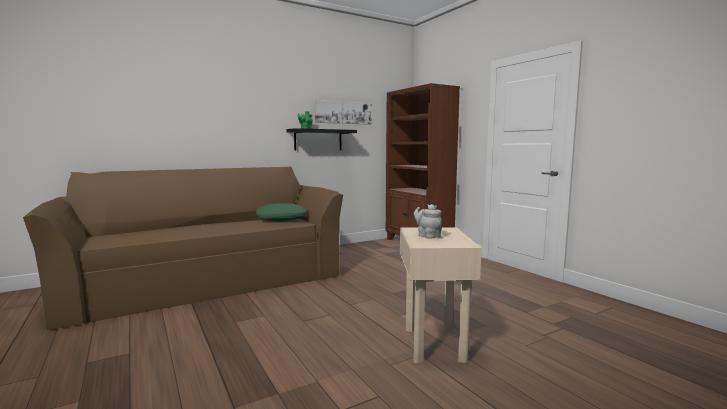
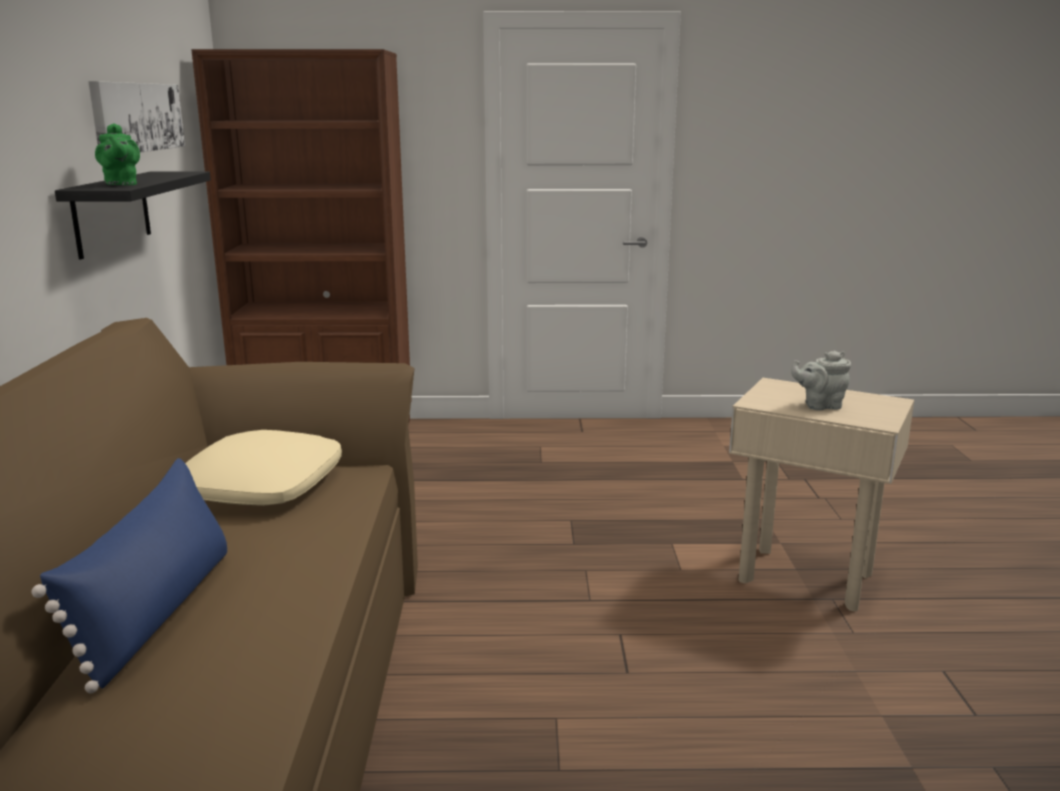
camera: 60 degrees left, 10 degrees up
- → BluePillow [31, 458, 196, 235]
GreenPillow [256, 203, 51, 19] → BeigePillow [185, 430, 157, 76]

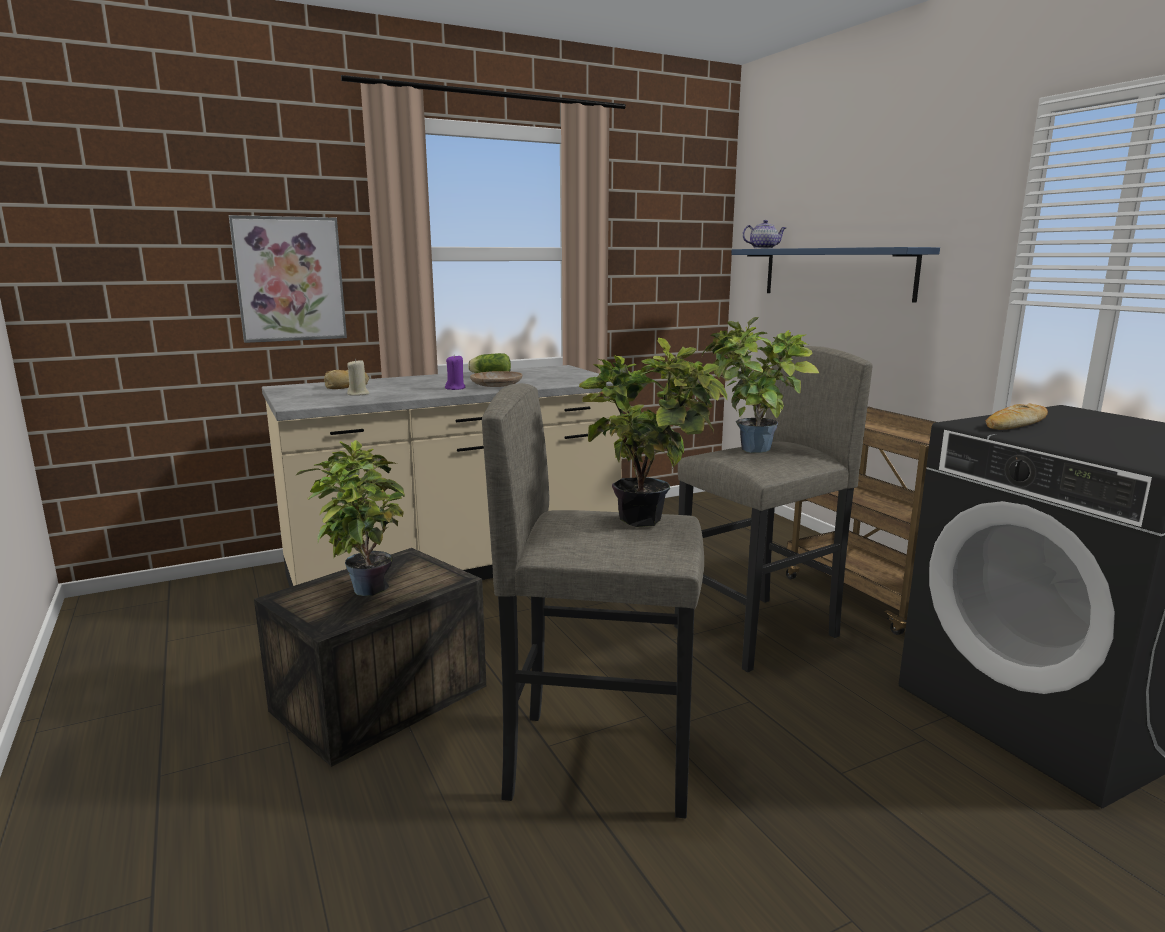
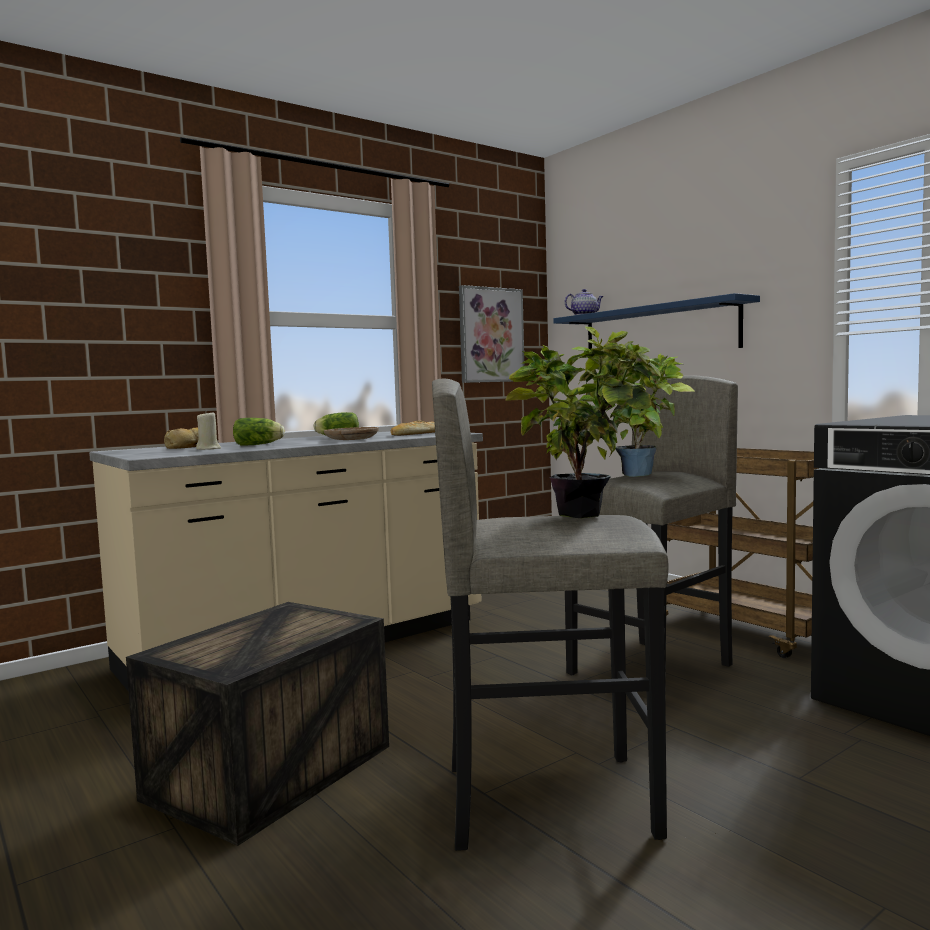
camera: 10 degrees left, 10 degrees down
- → Lettuce [233, 418, 52, 27]
Bread [986, 403, 62, 27] → Bread [390, 421, 45, 15], moved
Picture [229, 215, 118, 128] → Picture [459, 285, 65, 98], moved
PottedPlant [295, 440, 110, 156] → -
PurpleCandle [445, 354, 20, 36] → -

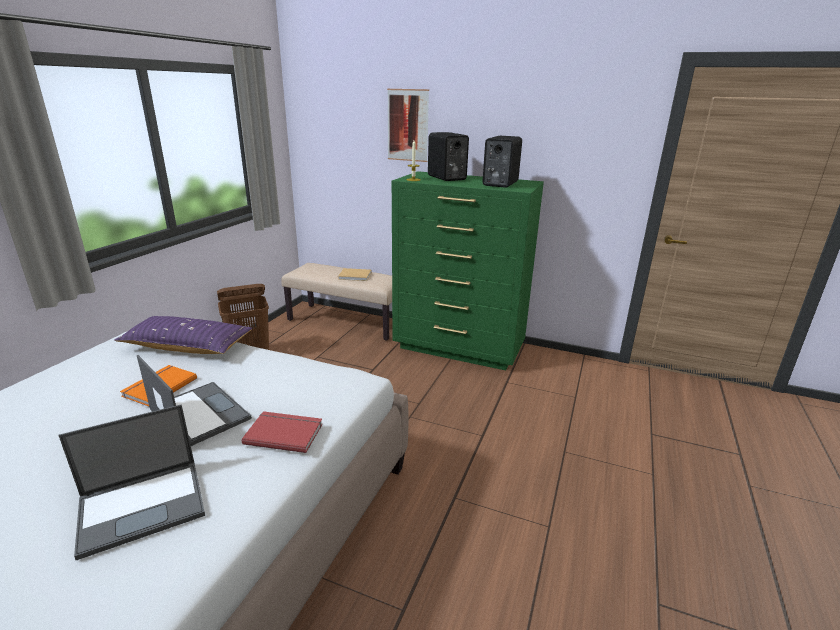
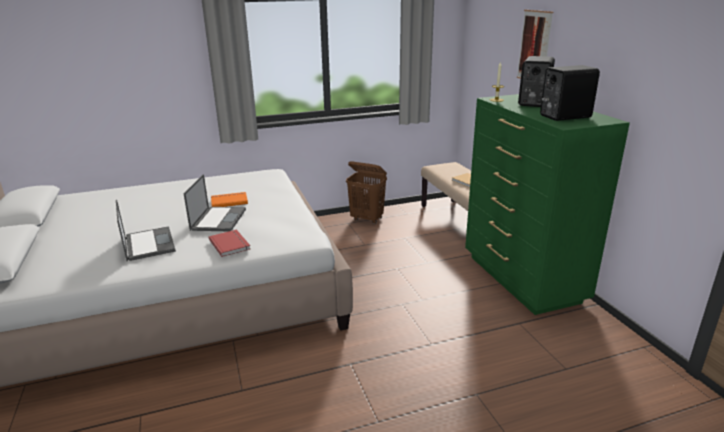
camera: 50 degrees right, 0 degrees up
Laptop [59, 404, 146, 156] → Laptop [116, 200, 60, 61], 135 degrees counterclockwise
PurplePillow [114, 316, 139, 38] → -

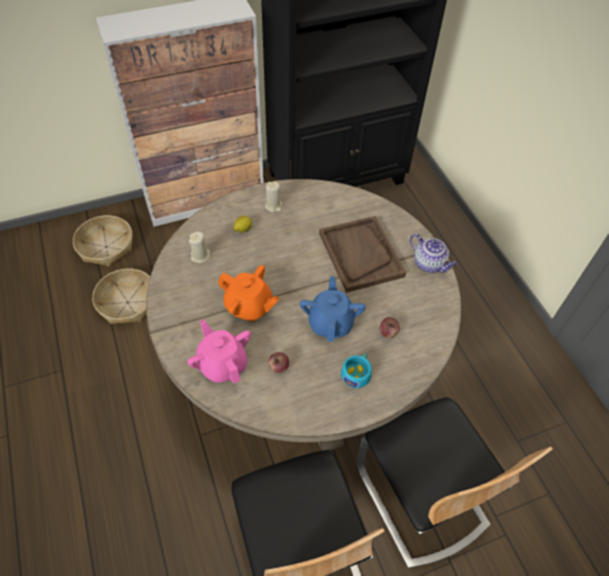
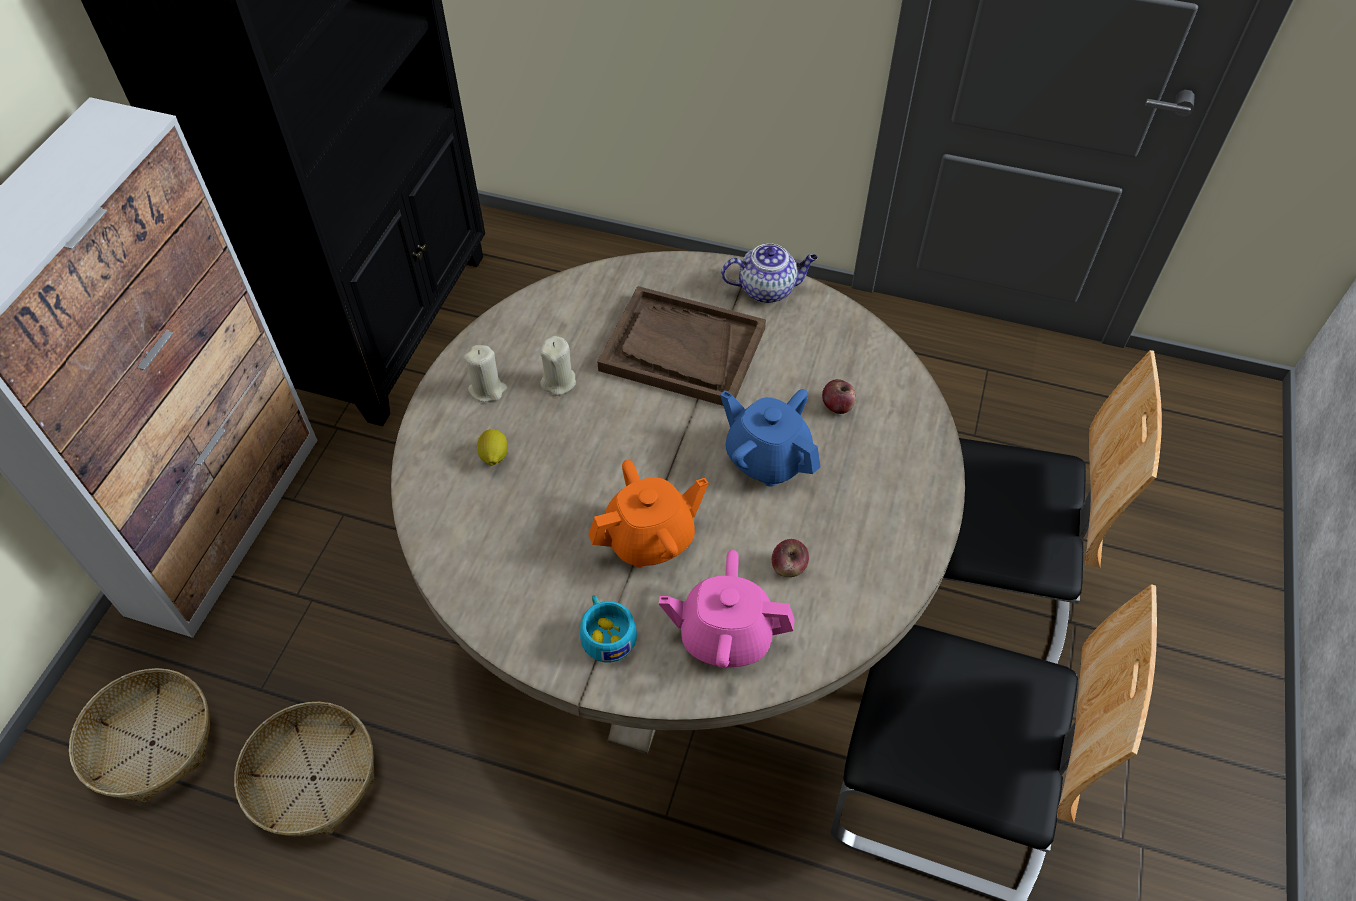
camera: 50 degrees left, 0 degrees up
BeigeCandle [189, 231, 22, 32] → BeigeCandle [540, 336, 36, 60], moved
TurquoiseCup [341, 353, 31, 35] → TurquoiseCup [580, 595, 57, 67], moved

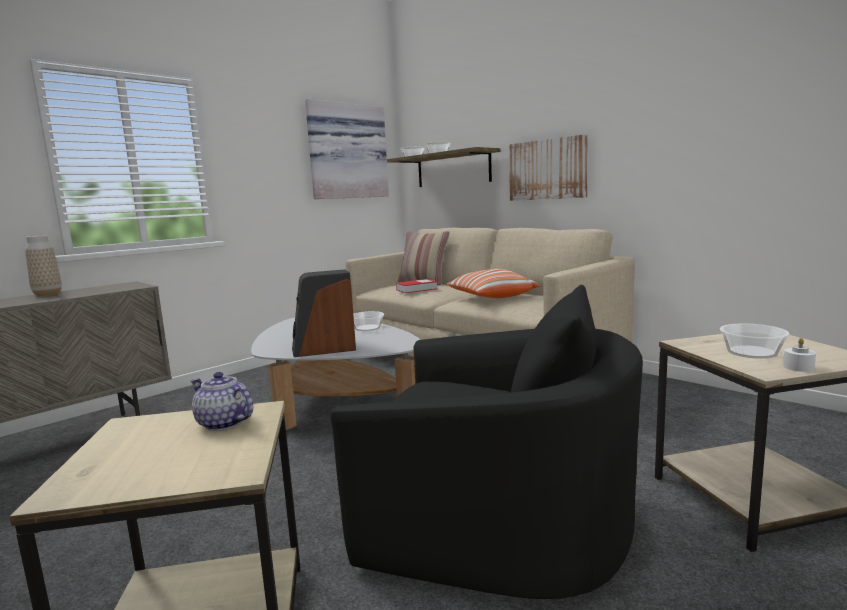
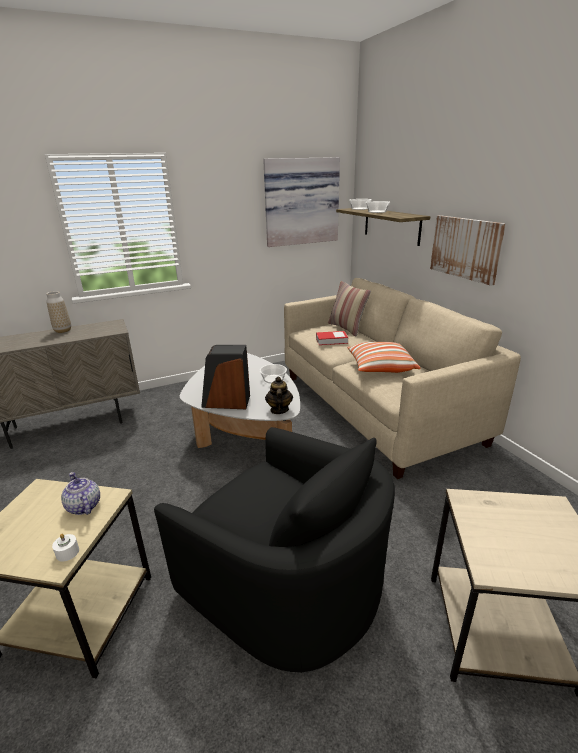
camera: 20 degrees right, 15 degrees up
WhiteCandle [783, 338, 33, 34] → WhiteCandle [52, 534, 27, 28], moved
- → Teapot [265, 377, 28, 37]
Bowl [720, 323, 70, 36] → -

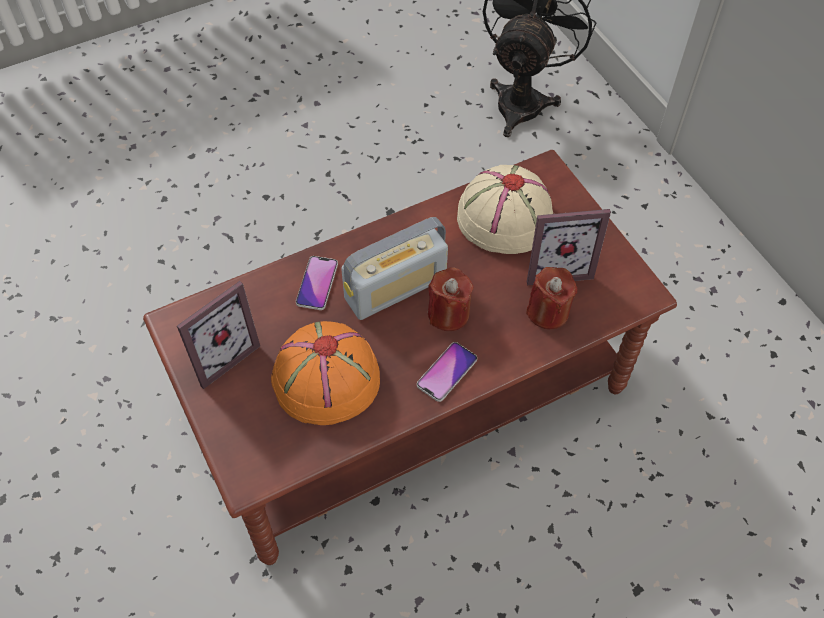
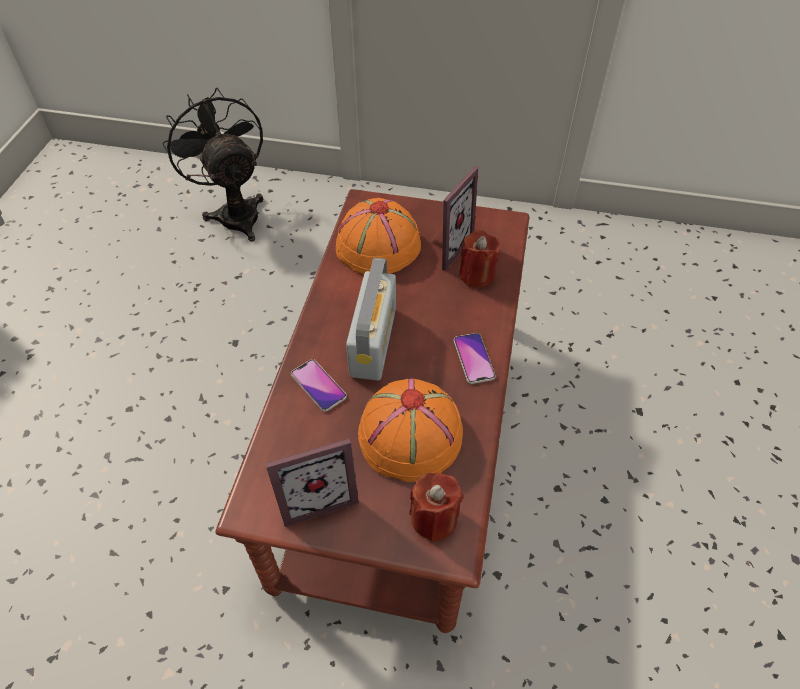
camera: 50 degrees left, 5 degrees down
PictureFrame [177, 281, 83, 108] → PictureFrame [265, 438, 94, 89], 75 degrees clockwise
BeigeHat [457, 165, 96, 89] → OrangeHat [336, 197, 85, 77]
RedCandle [428, 267, 45, 64] → RedCandle [409, 473, 55, 69], moved

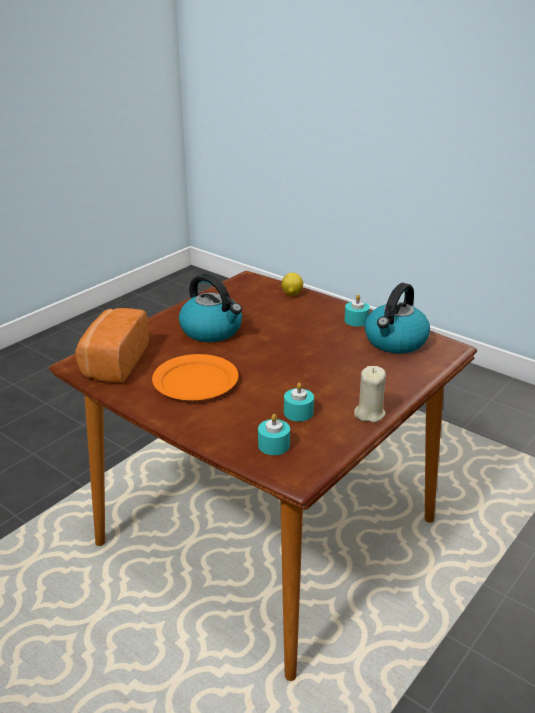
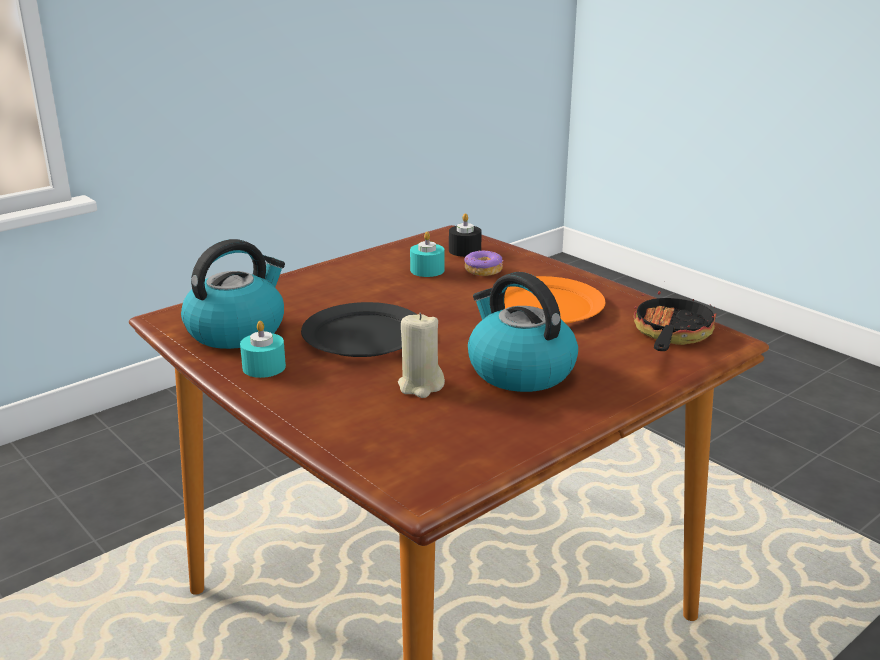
camera: 170 degrees left, 5 degrees down
- → BlackPlate [301, 302, 116, 55]
BeigeCandle [354, 366, 32, 56] → BeigeCandle [398, 313, 47, 85], moved
TurquoiseCandle [258, 414, 32, 41] → BlackCandle [449, 213, 33, 44]
- → Donut [464, 250, 39, 26]
Bread [75, 308, 74, 75] → FryingPan [634, 281, 82, 70]
Lemon [282, 273, 21, 23] → -

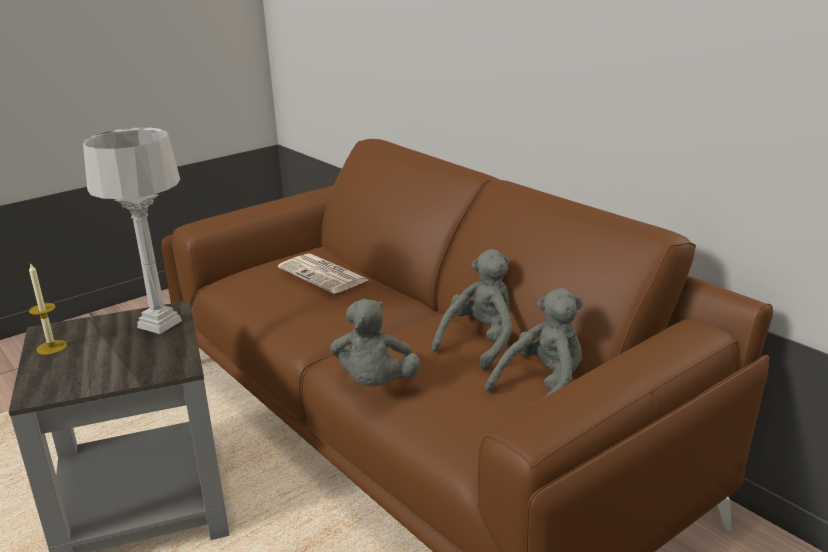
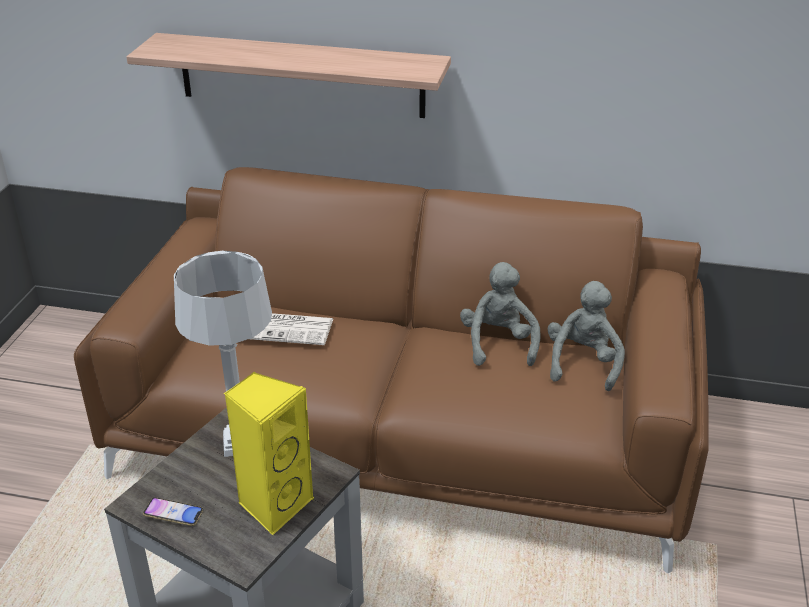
camera: 40 degrees left, 10 degrees up
- → Shelf [127, 33, 324, 85]
Candle [29, 262, 38, 93] → Phone [143, 497, 60, 29]
- → YellowSpeaker [224, 371, 90, 164]
GreyPlushToy [330, 299, 90, 88] → -

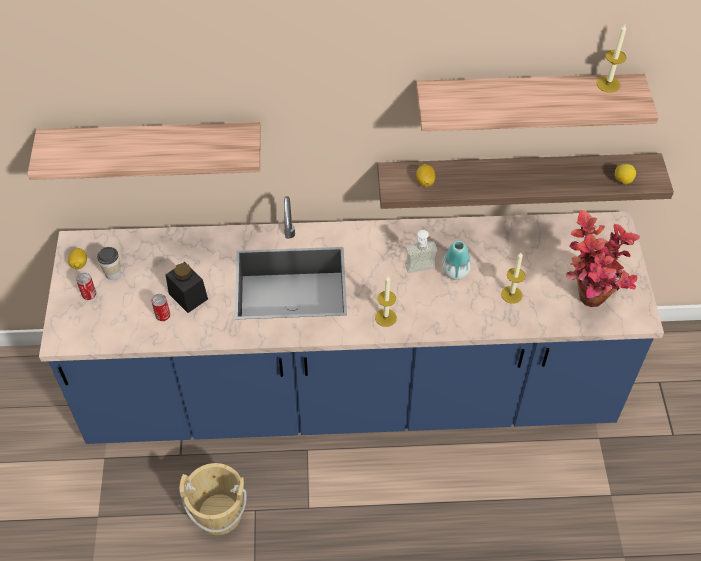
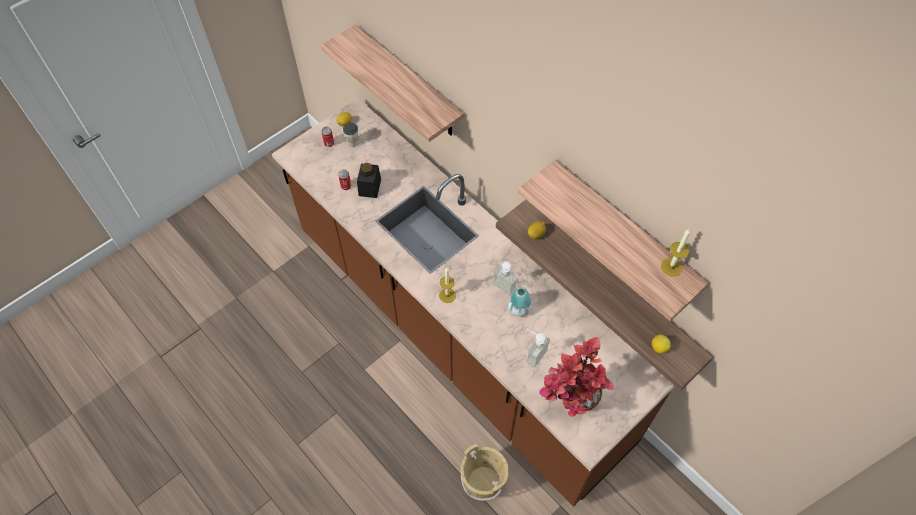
camera: 50 degrees right, 5 degrees up
BlueCounter [39, 196, 625, 248] → BrownCounter [272, 98, 403, 409]
BeigeBucket [179, 463, 68, 72] → BeigeBucket [461, 444, 48, 57], moved
Candle [501, 253, 24, 51] → SoapDispenser [526, 329, 24, 38]

